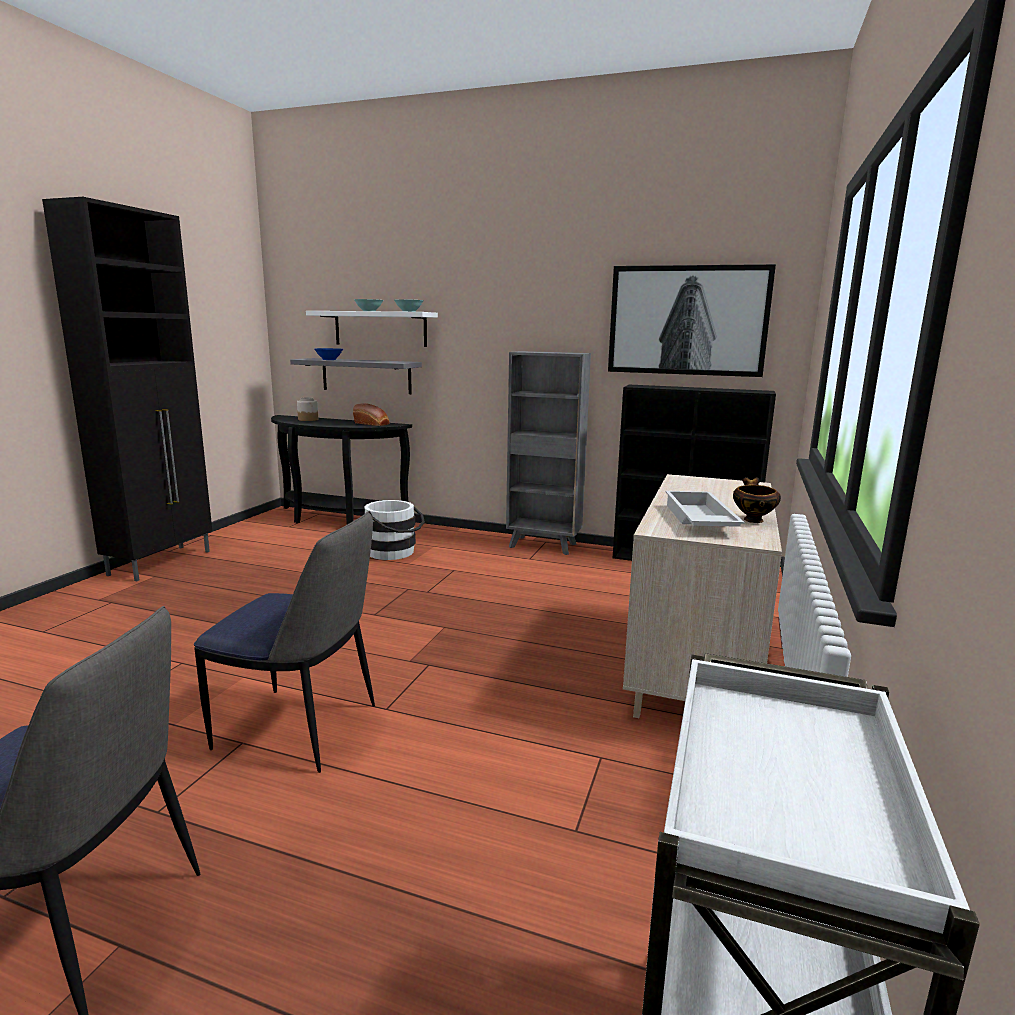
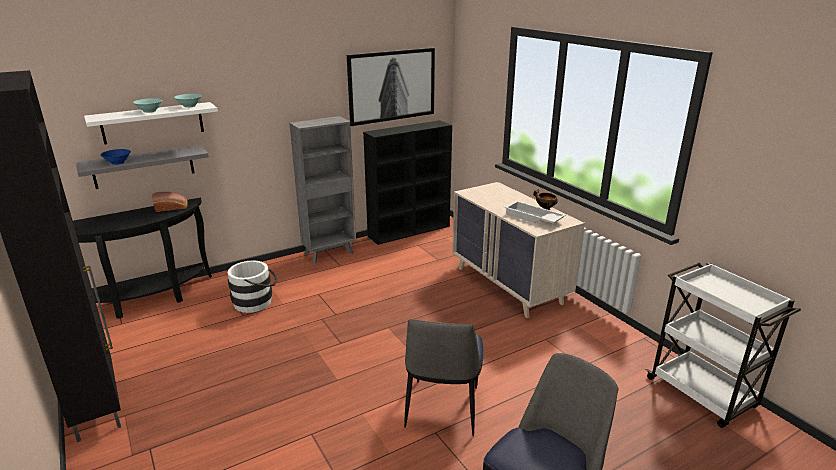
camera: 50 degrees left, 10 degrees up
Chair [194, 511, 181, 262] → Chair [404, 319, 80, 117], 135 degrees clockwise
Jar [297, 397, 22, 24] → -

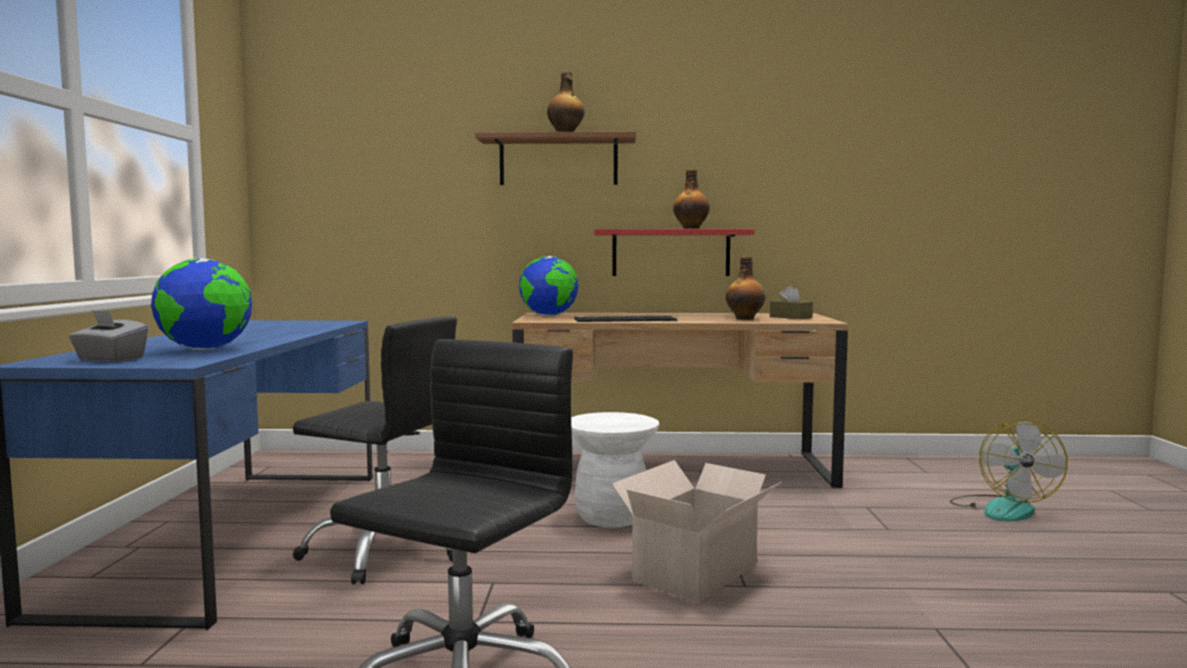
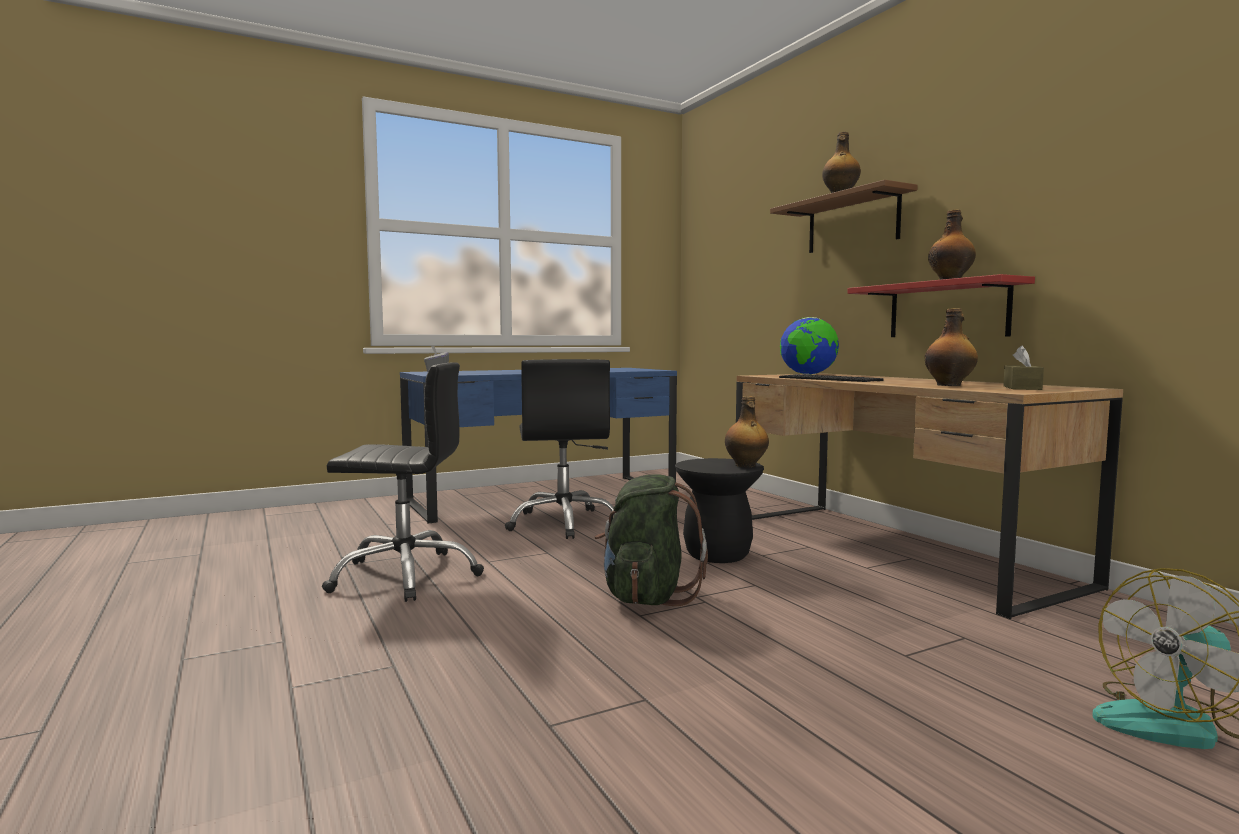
camera: 60 degrees right, 0 degrees up
CardboardBox [612, 460, 170, 142] → GreenBackpack [595, 474, 113, 132]
WhiteStool [571, 412, 88, 116] → BlackStool [675, 458, 89, 105]
- → Bottle [725, 396, 44, 71]
Globe [151, 258, 101, 92] → -

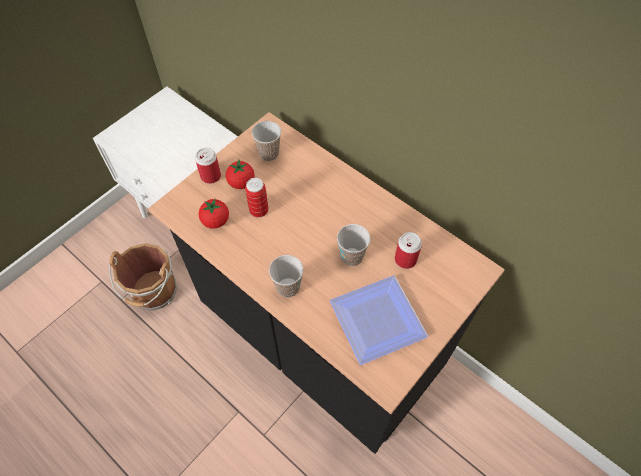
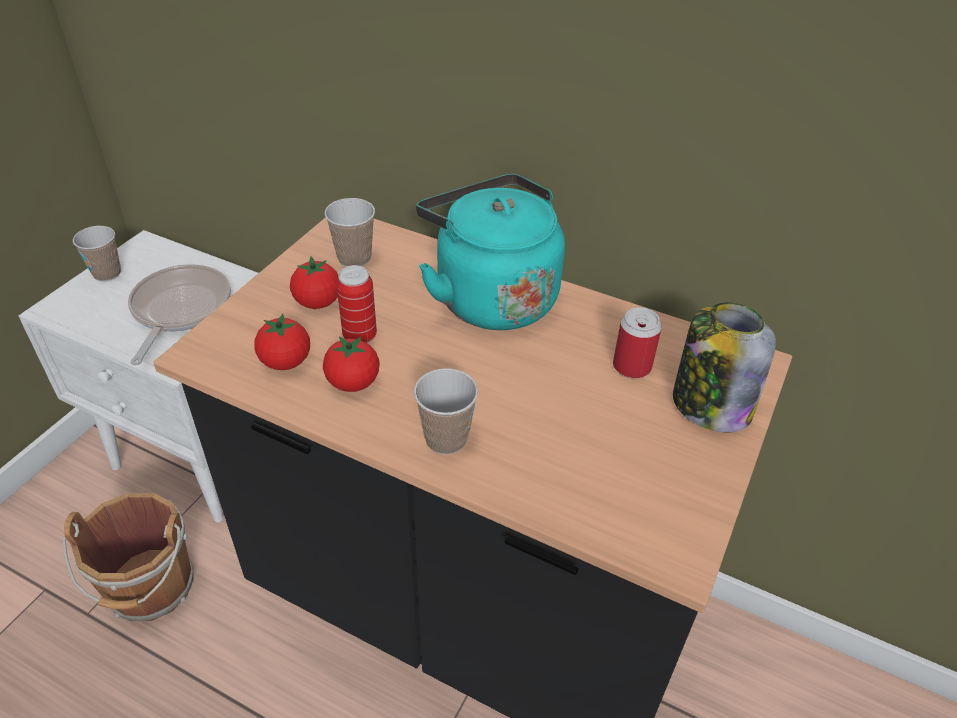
camera: 15 degrees left, 15 degrees down
Cup [337, 224, 34, 42] → Cup [73, 226, 48, 55], moved
- → FryingPan [128, 264, 103, 101]
- → Tomato [323, 336, 56, 56]
- → TurquoiseKettle [416, 174, 149, 156]
- → Jar [673, 302, 103, 130]
Can [195, 148, 26, 36] → -
Plate [330, 275, 98, 90] → -

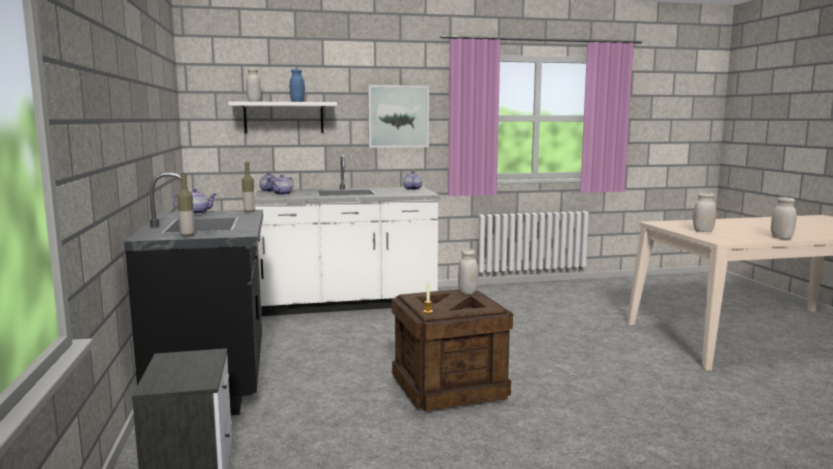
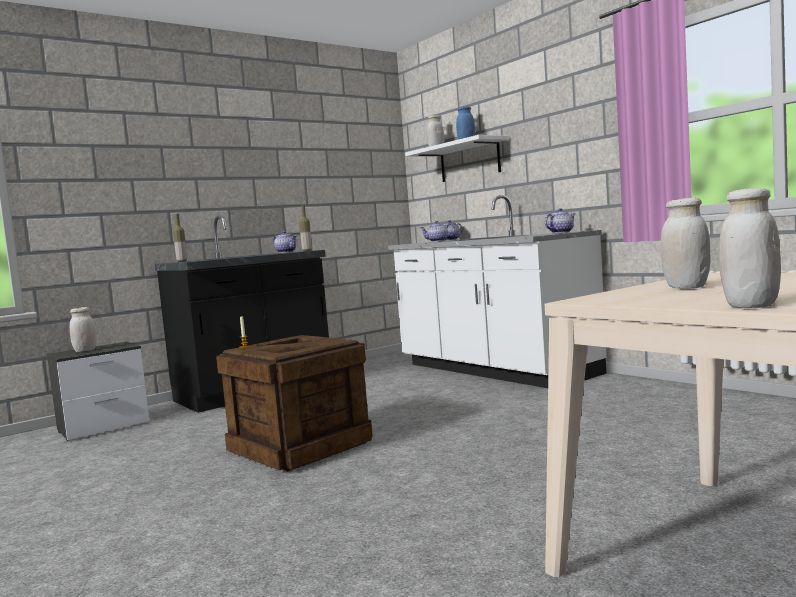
camera: 65 degrees right, 5 degrees down
WhiteJar [458, 248, 20, 46] → WhiteJar [70, 307, 26, 45], moved
Picture [368, 85, 61, 63] → -

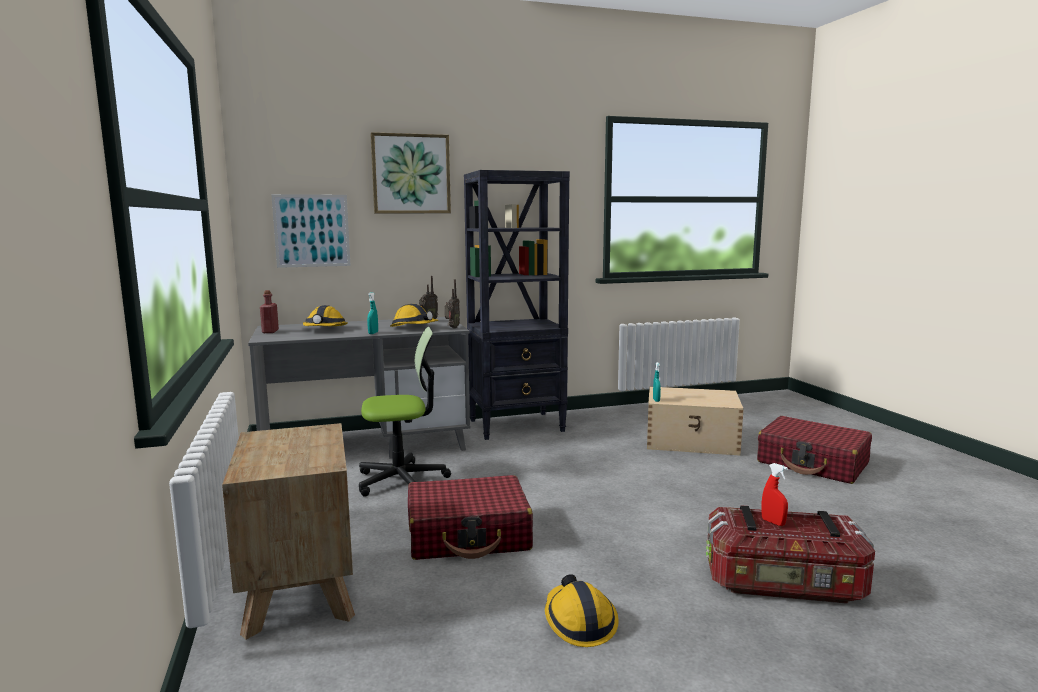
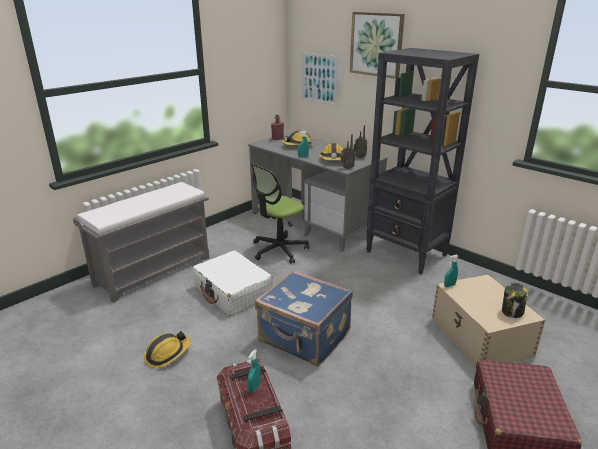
camera: 60 degrees right, 15 degrees up
BrownNightstand [222, 423, 133, 217] → GreyBench [73, 182, 137, 121]
RedSuitcase [408, 475, 125, 85] → WhiteSuitcase [192, 251, 81, 65]
RedSprayBottle [761, 463, 27, 63] → TurquoiseSprayBottle [248, 350, 13, 43]
OfficeChair [359, 327, 92, 170] → OfficeChair [251, 164, 58, 99], 90 degrees clockwise
- → BlueSuitcase [255, 270, 98, 97]
- → Jar [502, 283, 25, 35]

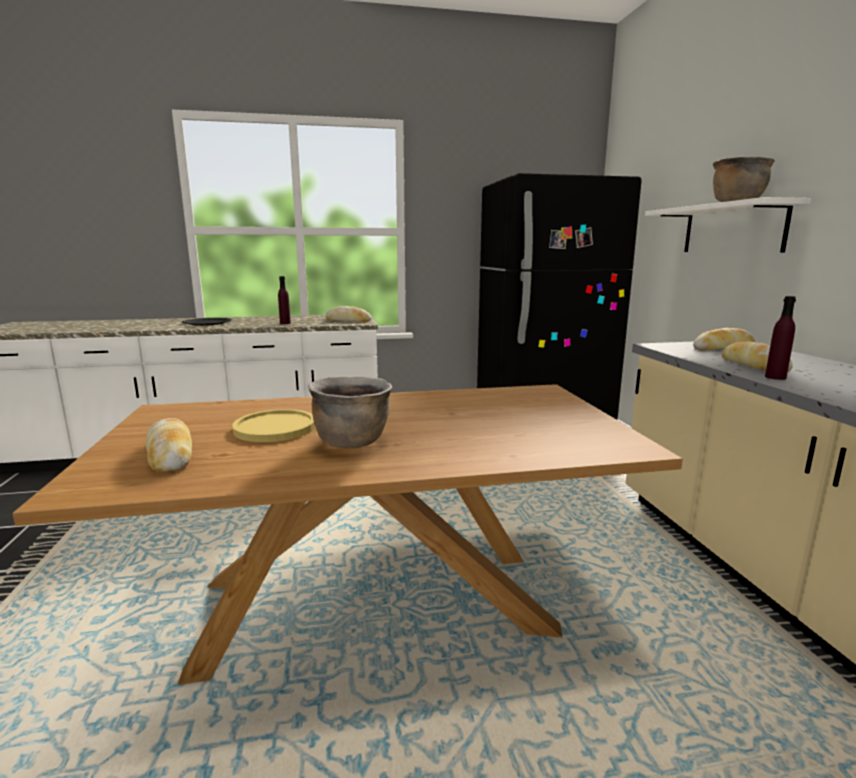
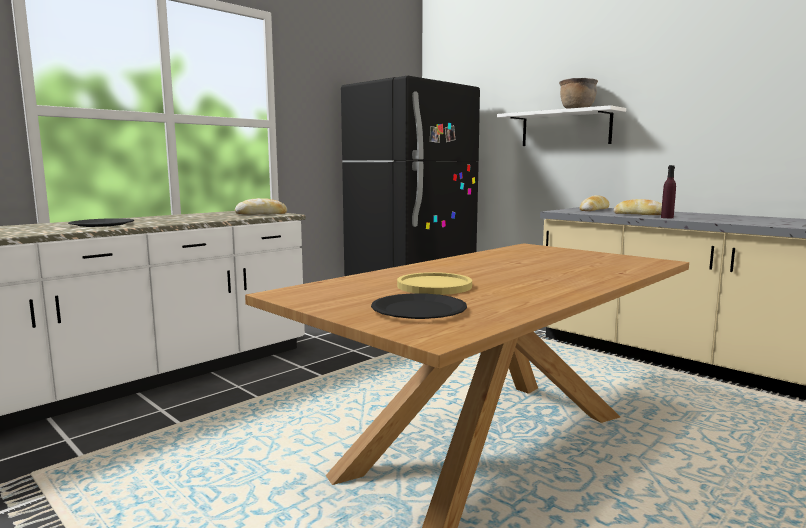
camera: 35 degrees left, 5 degrees down
Bread [146, 418, 46, 54] → BlackPlate [371, 293, 96, 26]
PurpleBottle [278, 276, 13, 48] → -
BrownCookingPot [308, 376, 84, 73] → -

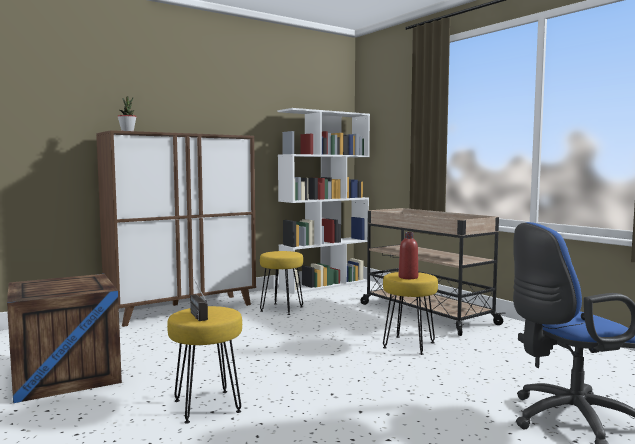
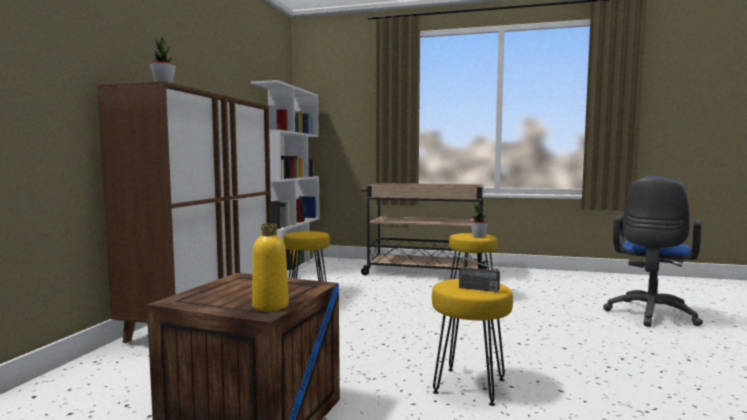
camera: 40 degrees left, 0 degrees up
- → YellowBottle [252, 223, 37, 88]
RedBottle [399, 232, 19, 47] → PottedPlant [470, 202, 18, 36]

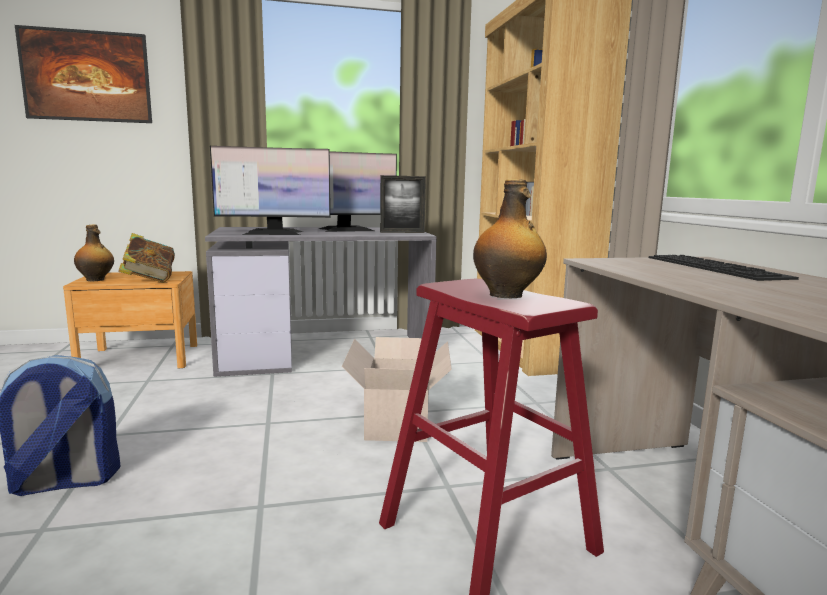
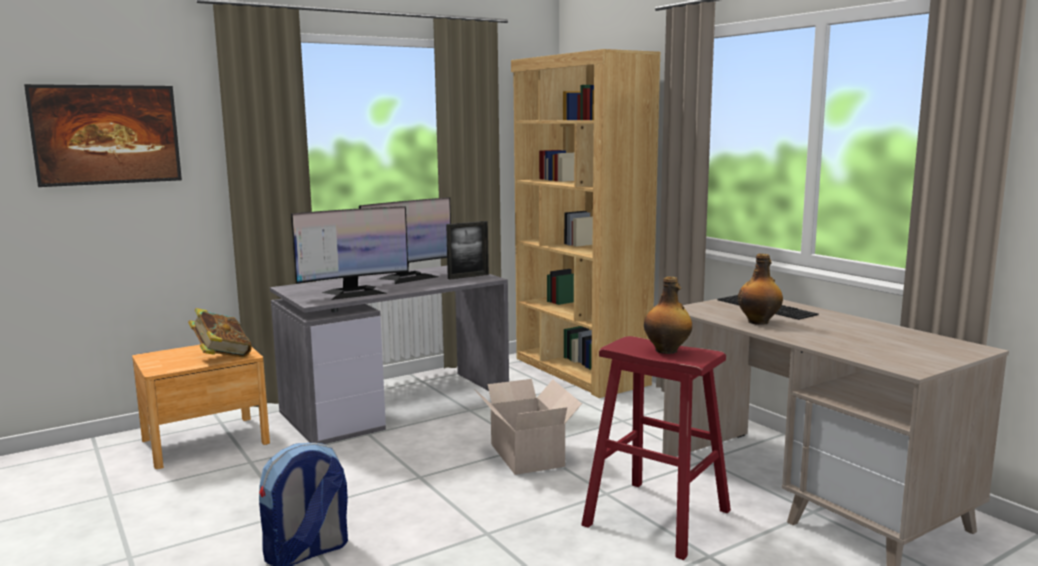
camera: 20 degrees left, 0 degrees up
Bottle [74, 225, 40, 56] → Bottle [738, 254, 45, 71], moved

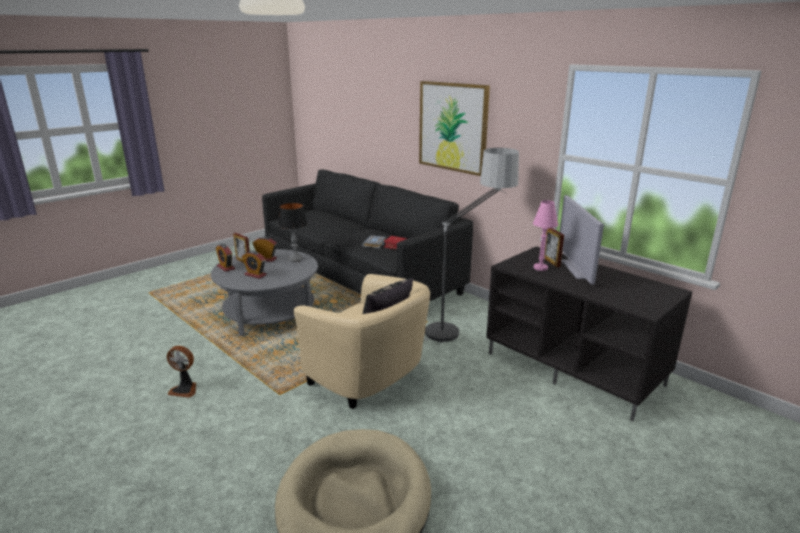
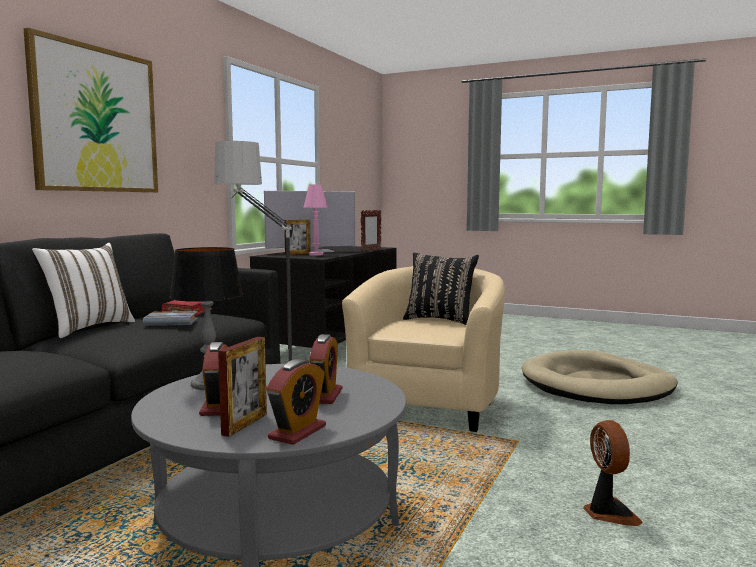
camera: 110 degrees left, 15 degrees down
- → WhitePillow [32, 243, 103, 96]
- → PictureFrame [360, 210, 21, 41]

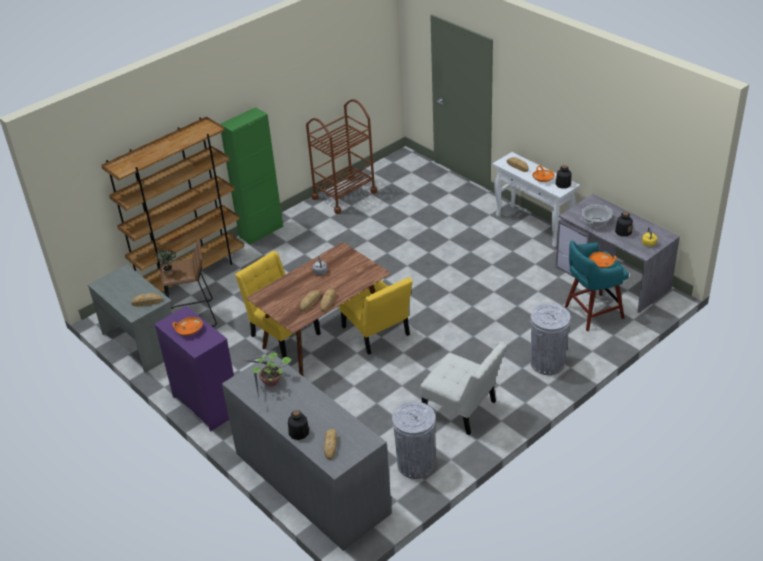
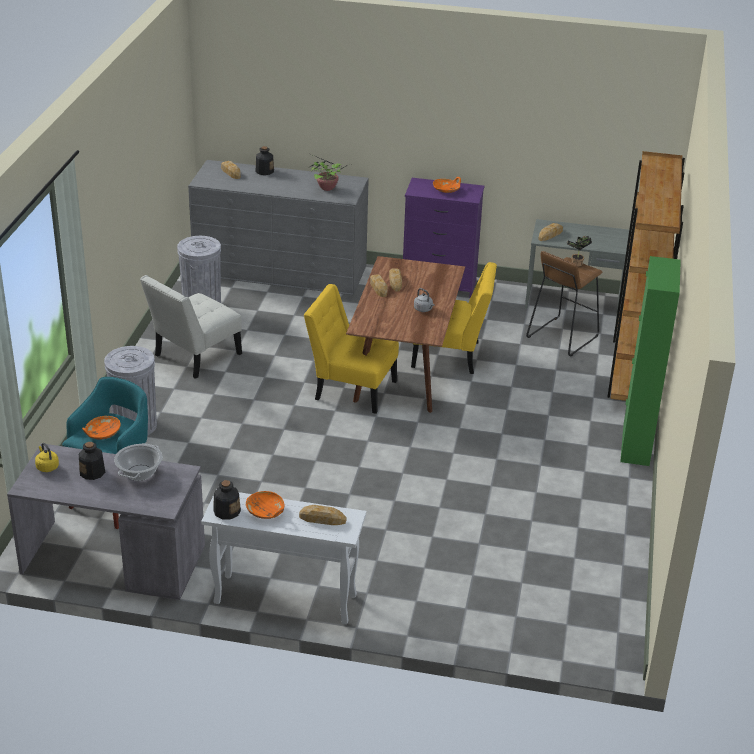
camera: 140 degrees right, 5 degrees down
WhiteChair [420, 342, 87, 93] → WhiteChair [140, 275, 102, 104], 45 degrees counterclockwise
BrownCart [306, 99, 71, 115] → -

